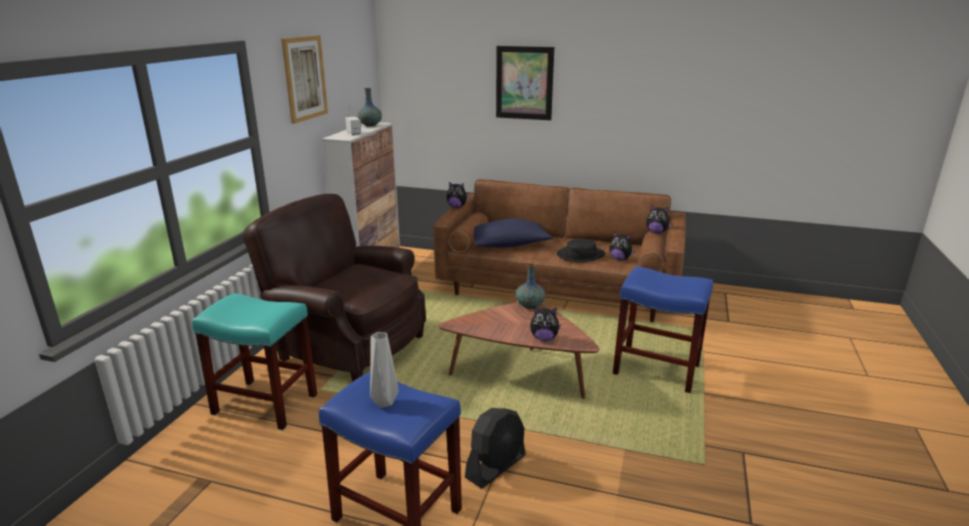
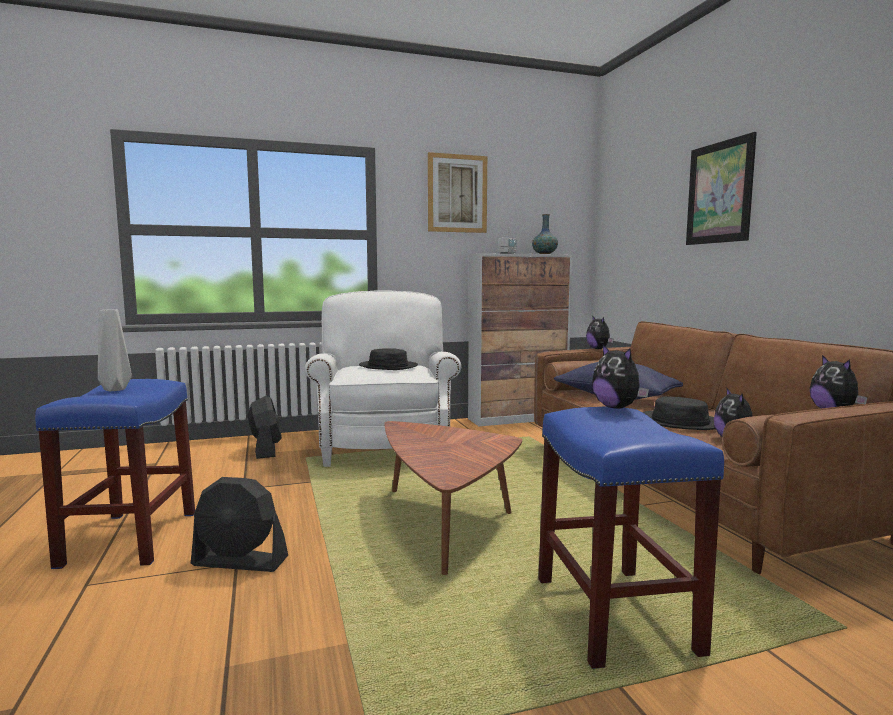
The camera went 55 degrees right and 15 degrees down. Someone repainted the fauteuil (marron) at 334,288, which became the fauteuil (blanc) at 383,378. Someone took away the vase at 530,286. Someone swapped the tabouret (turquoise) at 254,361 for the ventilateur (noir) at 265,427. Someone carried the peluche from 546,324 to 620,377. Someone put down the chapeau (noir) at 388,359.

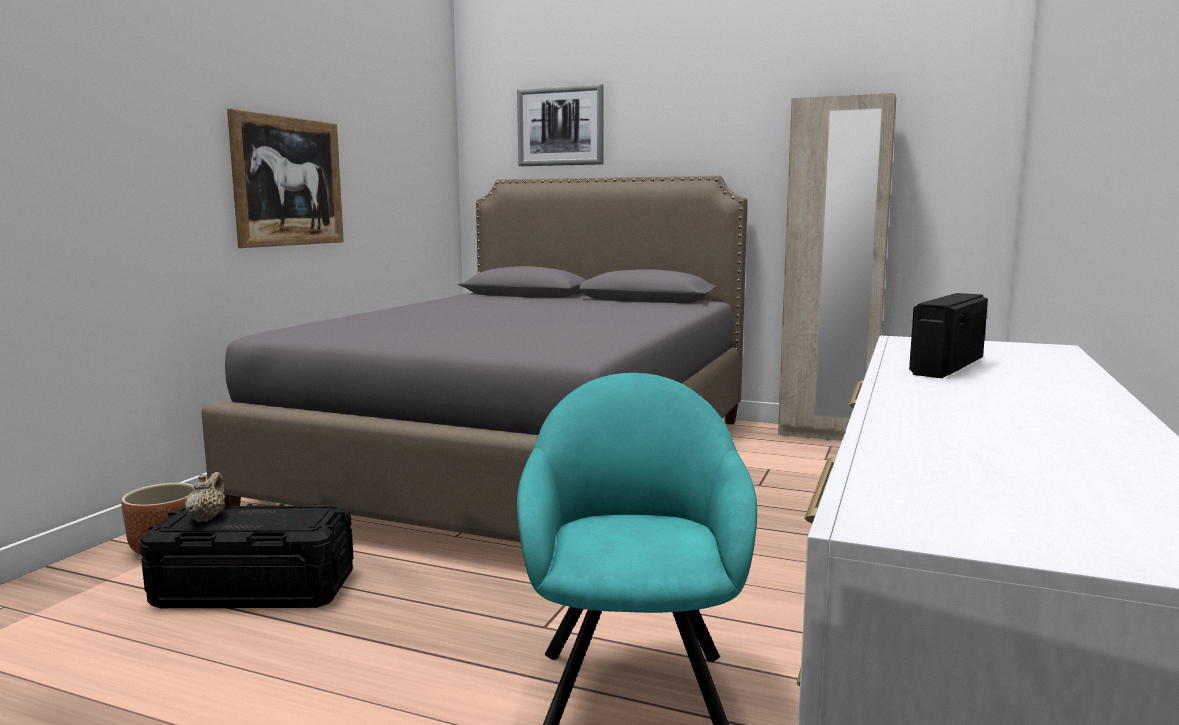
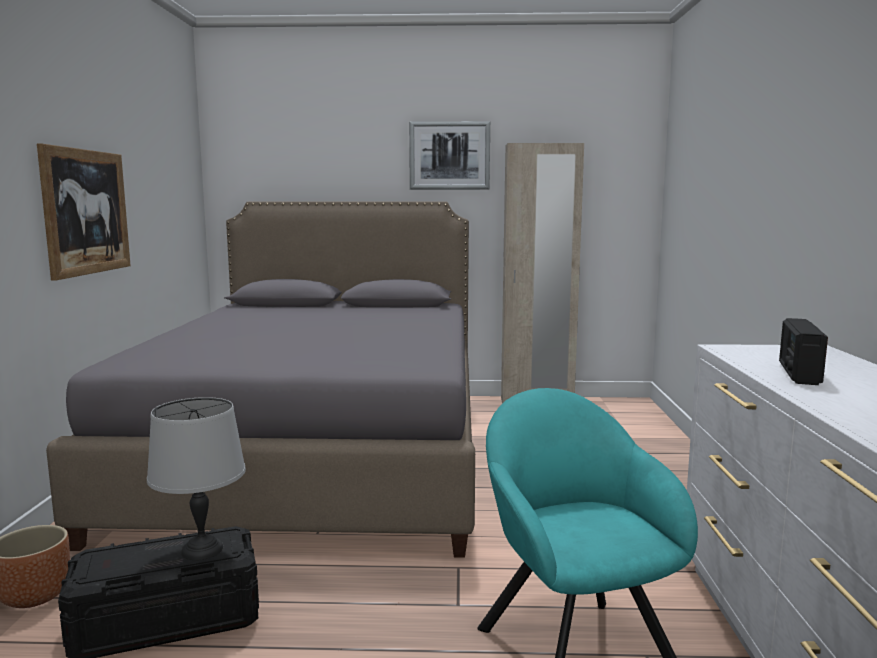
The camera went 20 degrees left and 0 degrees up. Someone carried the tableau from 560,125 to 449,155. Someone took away the théière (beige) at 205,497. Someone put down the lampe de table (gris) at 196,478.

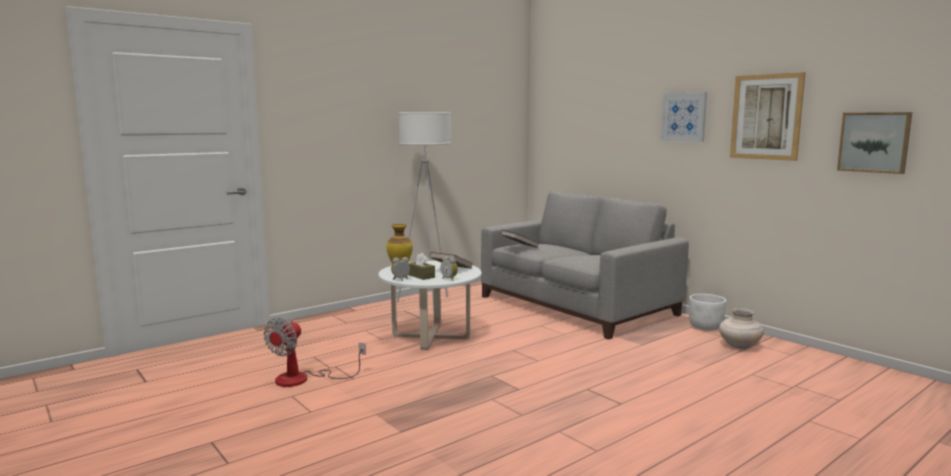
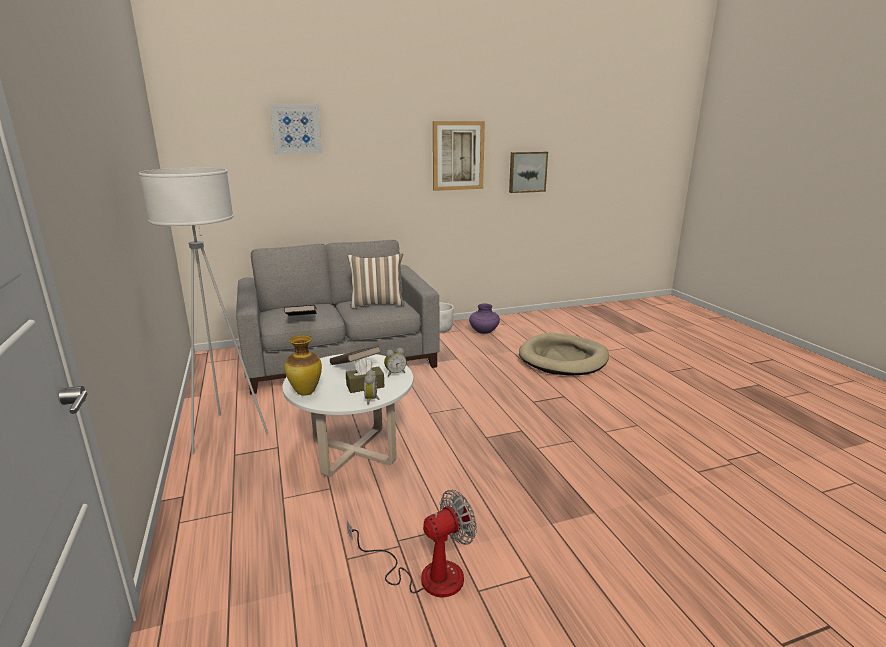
The camera went 70 degrees left and 10 degrees up. Someone carried the tableau from 683,117 to 296,129. Someone repainted the vase (beige) at 741,328, which became the vase (violet) at 484,319. Someone rotated the ventilateur at 314,352 by 75 degrees counterclockwise. Someone put down the coussin at 376,280. Someone put down the panier pour chien (beige) at 564,354.

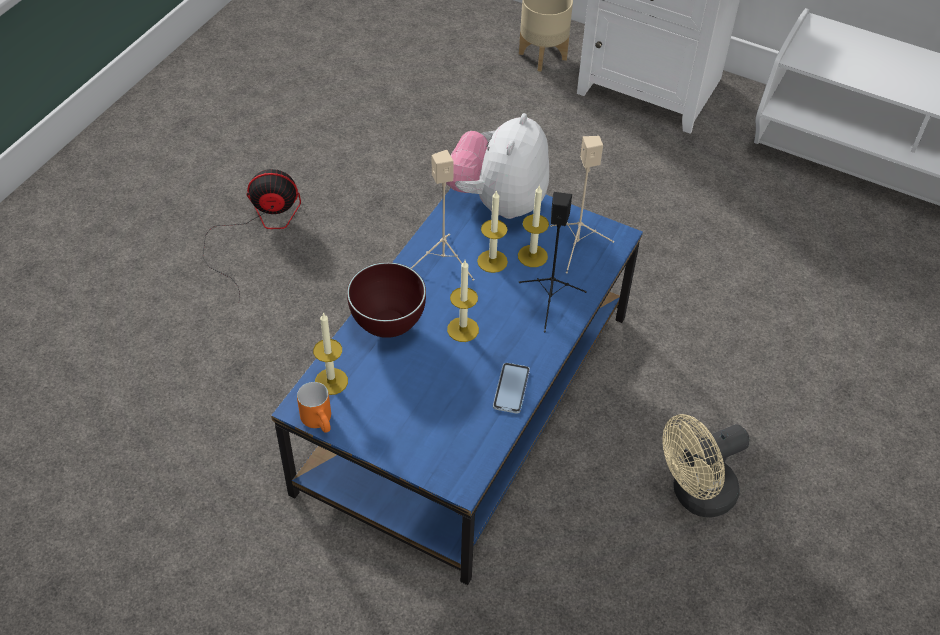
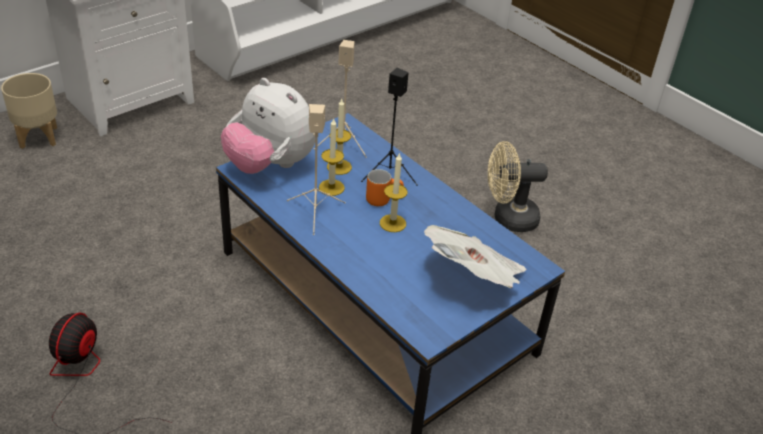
The camera went 70 degrees left and 10 degrees down. Someone took away the bol (marron) at 386,300. Someone took away the bougie at 330,353. Someone took away the téléphone at 511,388. Someone carried the mug (orange) from 314,407 to 385,187. Someone rotated the ventilateur (beige) at 705,465 by 90 degrees clockwise. Someone put down the journal at 475,256.

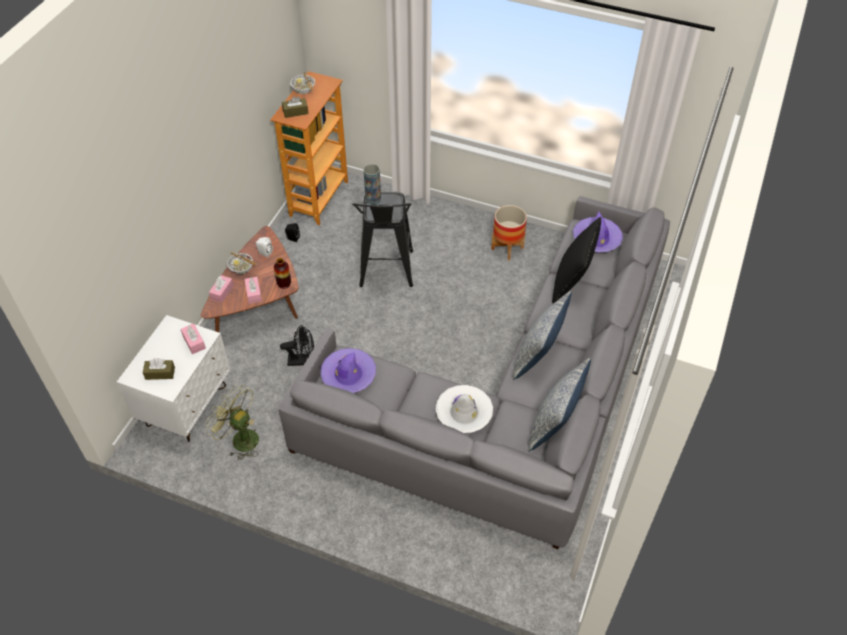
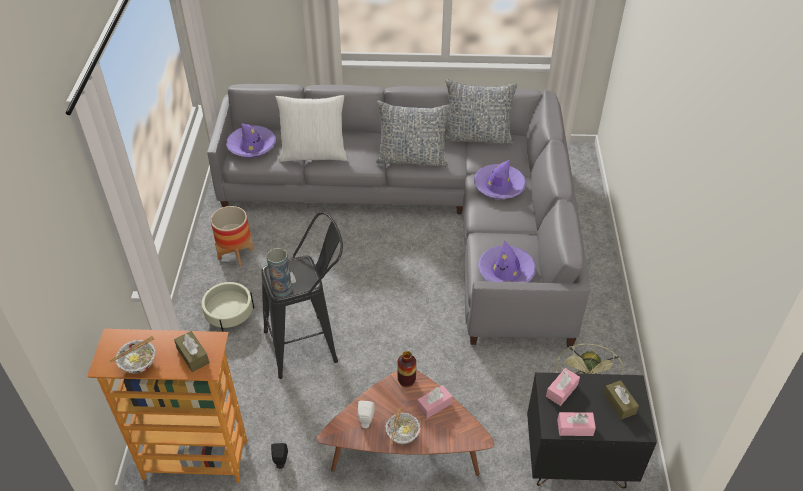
The camera went 110 degrees left and 5 degrees down. Someone repainted the coussin (noir) at 576,260, which became the coussin (blanc) at 312,128. Someone carried the boîte à mouchoirs (rose) from 221,289 to 576,424. Someone repainted the table de chevet (blanc) at 174,378, which became the table de chevet (noir) at 592,430. Someone took away the ventilateur (noir) at 297,345. Someone repainted the chapeau (blanc) at 464,409, which became the chapeau (violet) at 500,179. Someone put down the cache-pot (beige) at 228,307.

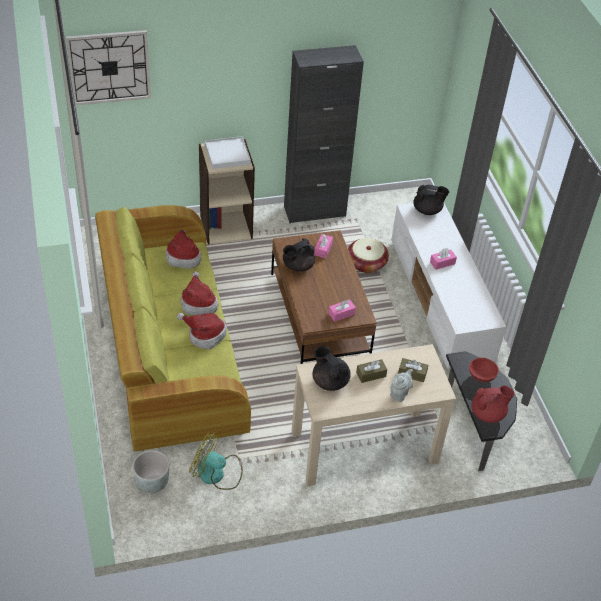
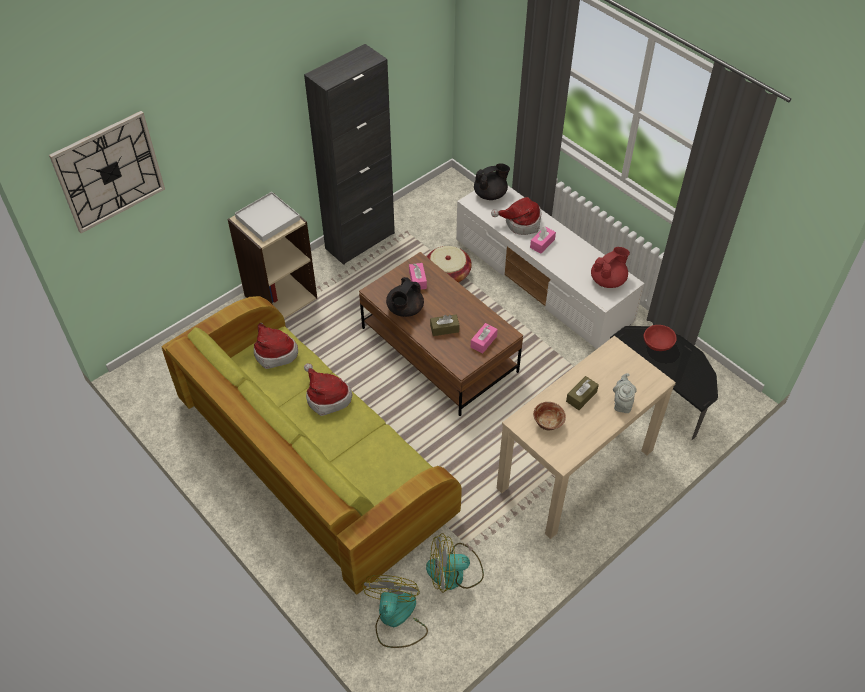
The camera went 25 degrees left and 5 degrees up. Someone carried the chapeau from 202,331 to 516,216. Someone swapped the théière (noir) at 331,368 for the bol at 549,416. Someone carried the boîte à mouchoirs (marron) from 413,370 to 445,325. Someone carried the théière (rouge) from 492,404 to 610,267. Someone swapped the cache-pot (gris) at 151,471 for the ventilateur at 395,611.

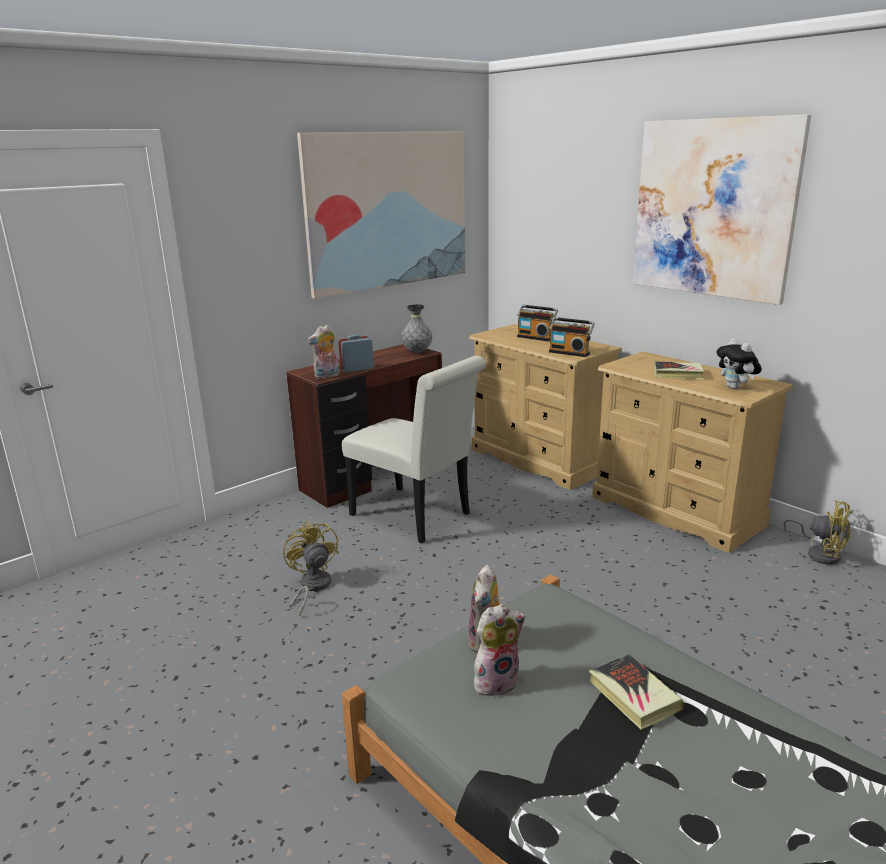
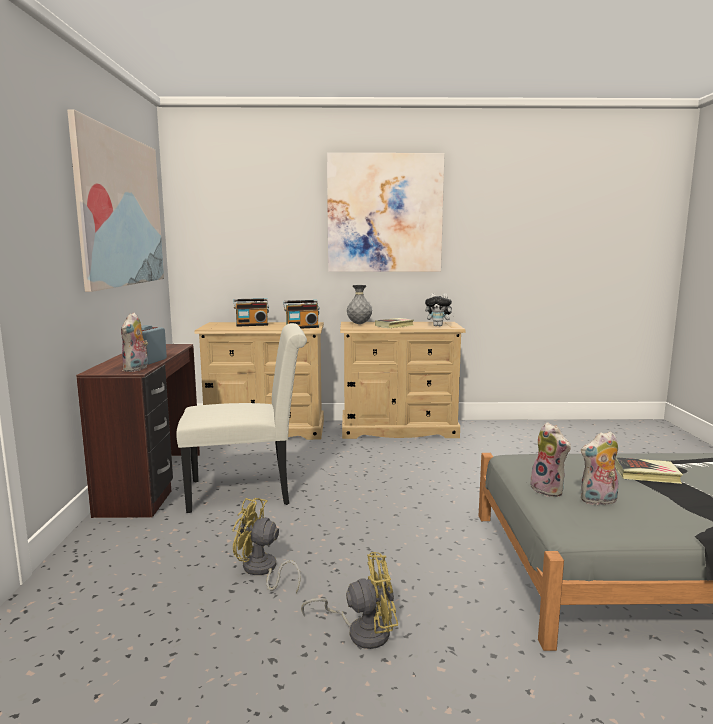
The camera went 50 degrees left and 10 degrees down. Someone carried the vase (gris) from 416,328 to 359,304. Someone carried the ventilateur (jaune) from 818,532 to 349,600. Someone rotated the peluche at 500,650 by 120 degrees counterclockwise.

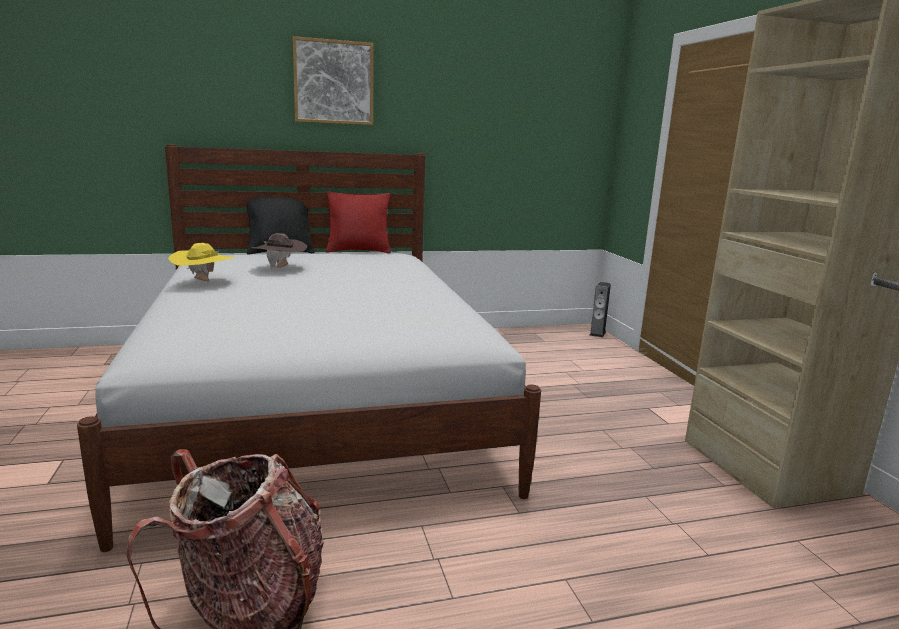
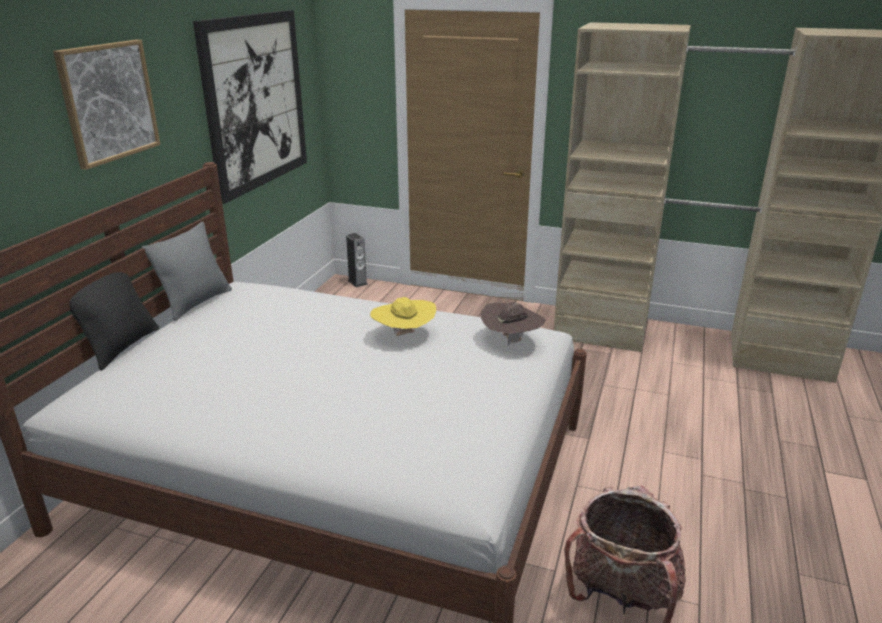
The camera went 55 degrees left and 10 degrees up. Someone repainted the coussin (rouge) at 358,222, which became the coussin (gris) at 187,271. Someone carried the chapeau (marron) from 279,251 to 512,324. Someone carried the chapeau (jaune) from 201,262 to 403,316. Someone put up the tableau at 250,107.

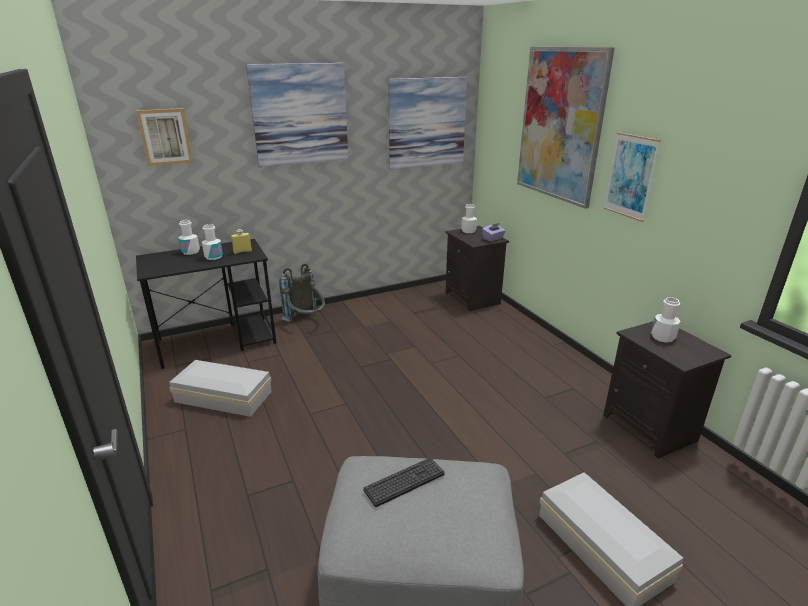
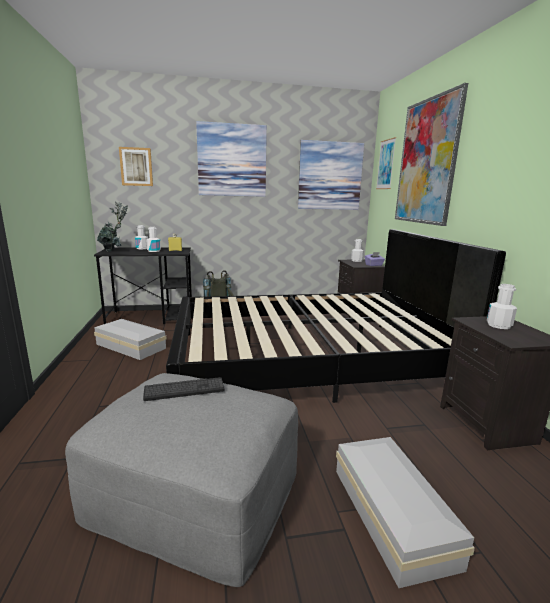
The camera went 15 degrees right and 10 degrees down. Someone carried the tableau from 632,177 to 386,163. Someone put down the plante en pot at 112,226. Someone put down the lit (noir) at 336,316.

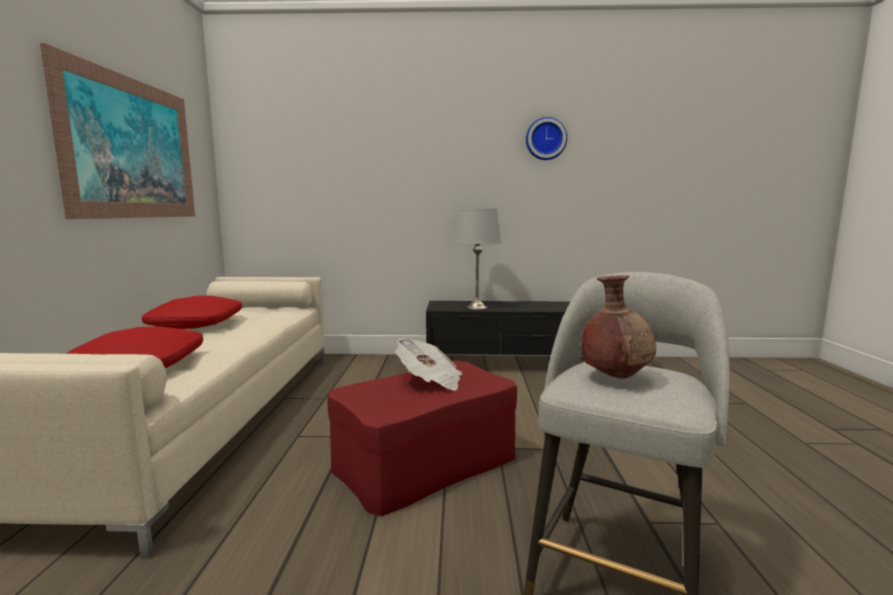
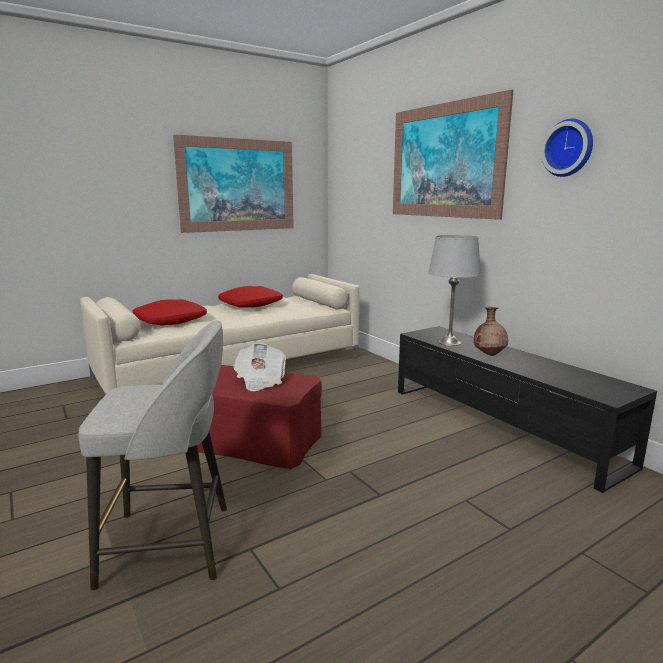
The camera went 55 degrees right and 5 degrees up. Someone carried the vase (marron) from 619,327 to 491,331. Someone put up the tableau at 453,154.

